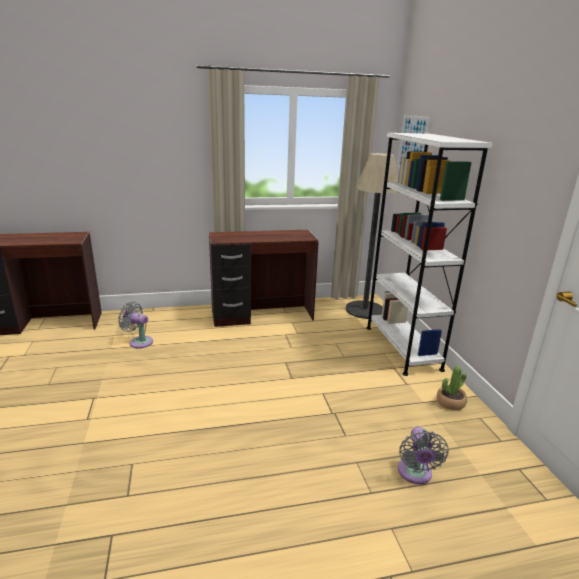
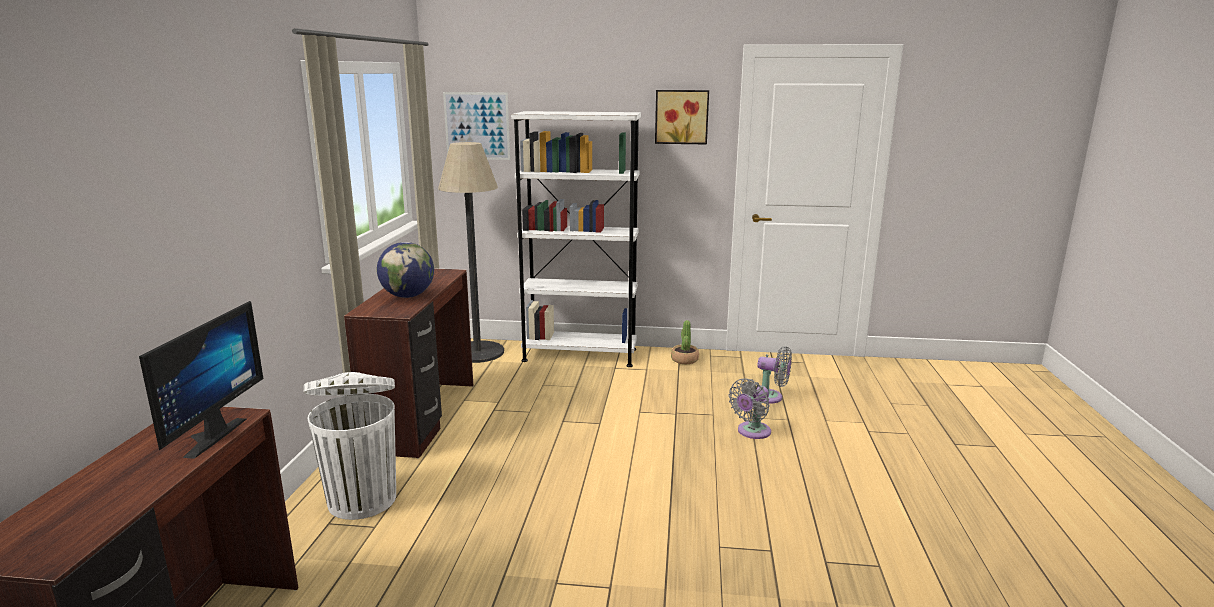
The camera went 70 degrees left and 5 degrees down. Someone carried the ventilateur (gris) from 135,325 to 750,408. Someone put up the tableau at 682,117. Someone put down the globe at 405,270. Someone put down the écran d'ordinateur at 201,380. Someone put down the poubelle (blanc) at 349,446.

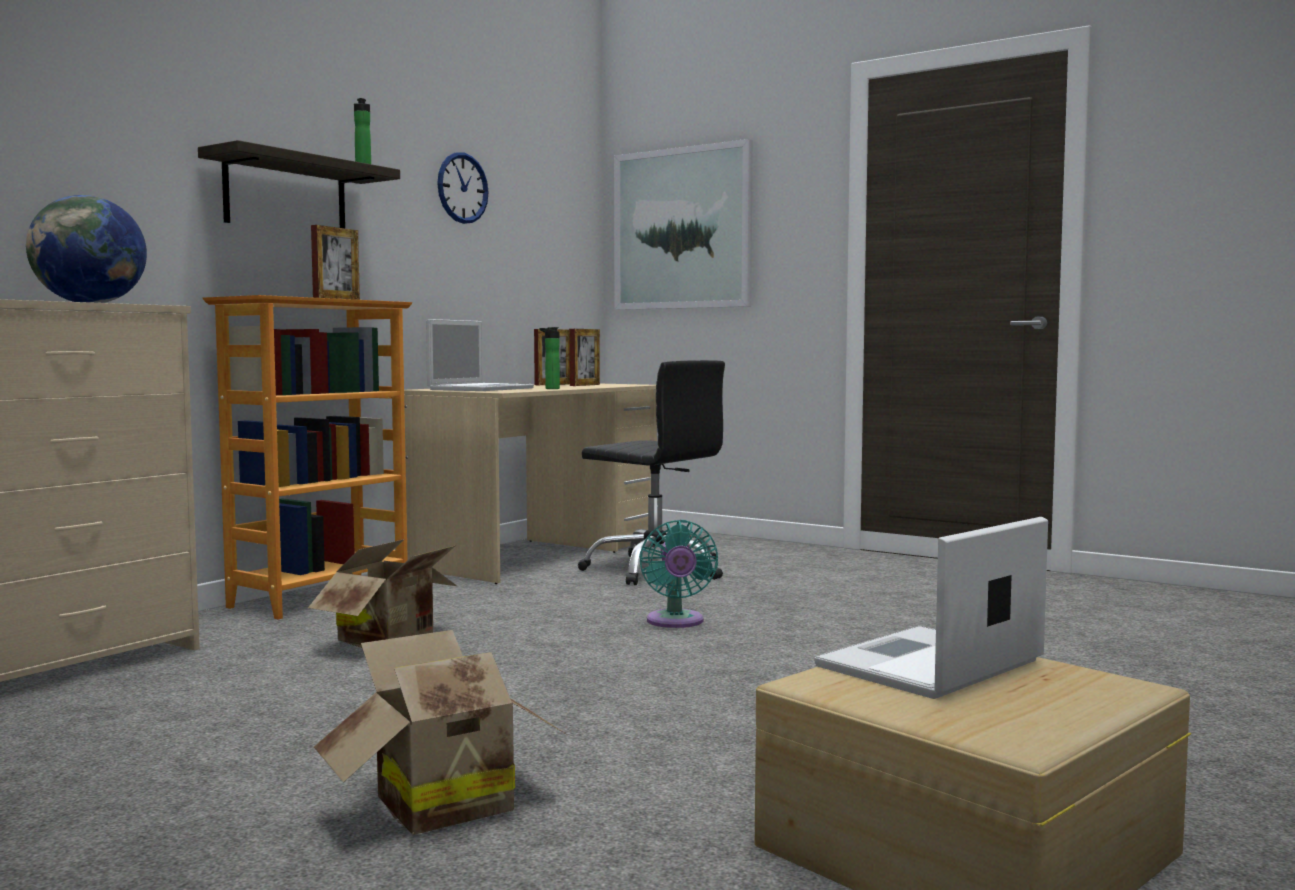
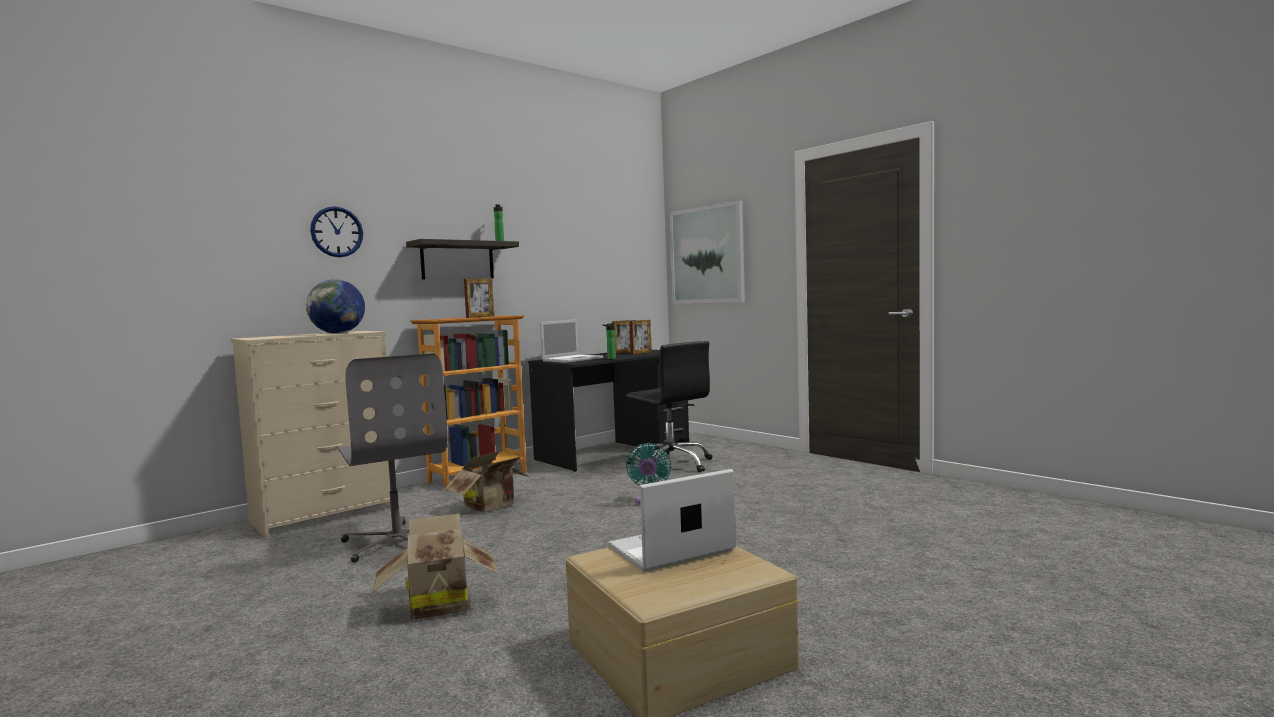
The camera went 15 degrees right and 0 degrees up. Someone carried the horloge murale from 463,188 to 336,231. Someone repainted the bureau (beige) at 530,484, which became the bureau (noir) at 608,411. Someone put down the chaise de bureau (gris) at 393,458.

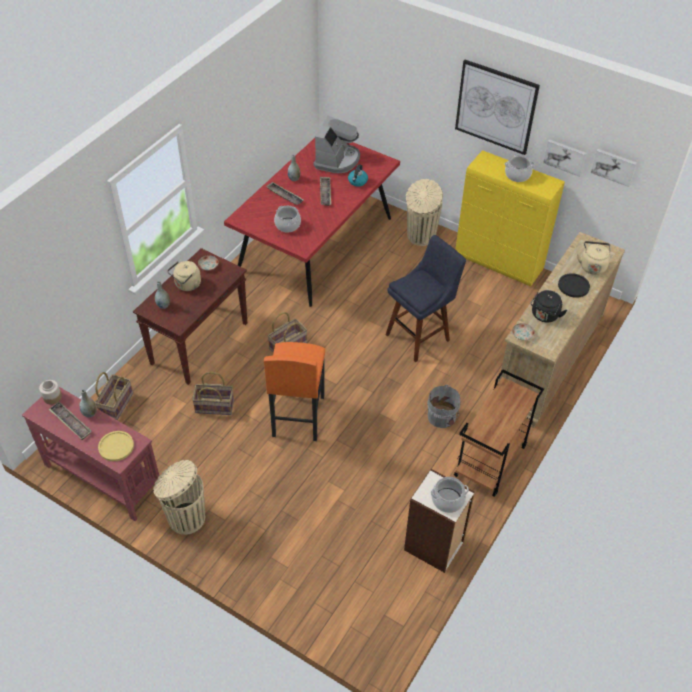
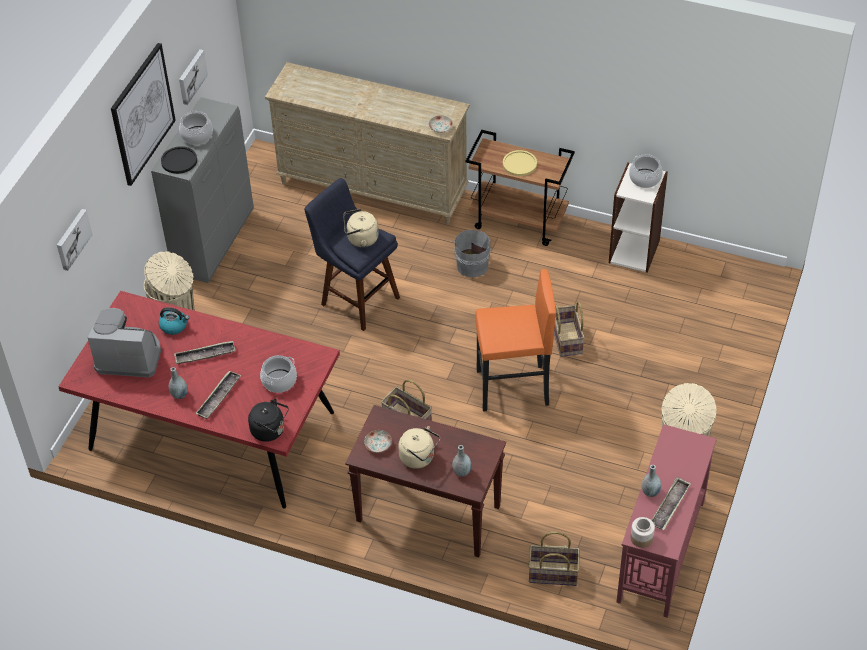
The camera went 100 degrees left and 0 degrees up. Someone carried the tableau from 614,168 to 75,240. Someone repainted the meuble de rangement (jaune) at 510,218, which became the meuble de rangement (gris) at 202,190. Someone carried the bouilloire (beige) from 594,258 to 361,228. Someone carried the assiette (noir) from 574,285 to 179,160. Someone carried the bouilloire (noir) from 549,306 to 268,420. Someone carried the panier from 213,393 to 569,329. Someone carried the assiette (jaune) from 116,446 to 520,163.

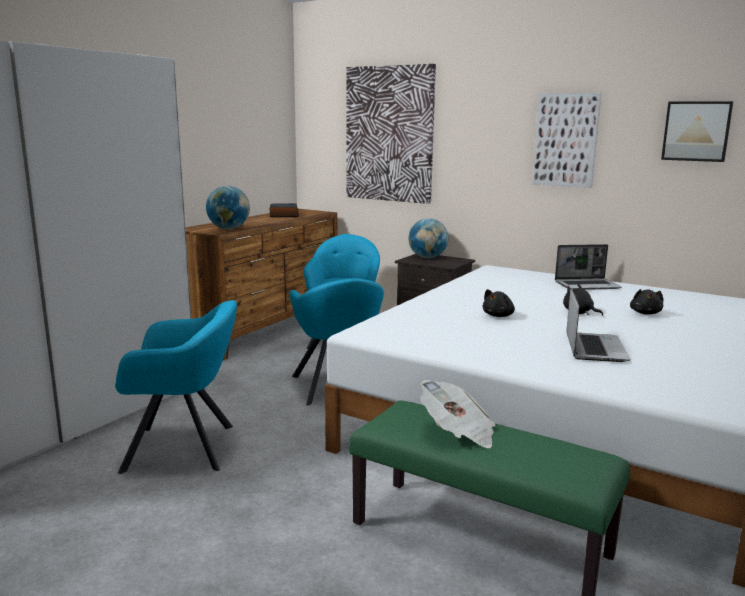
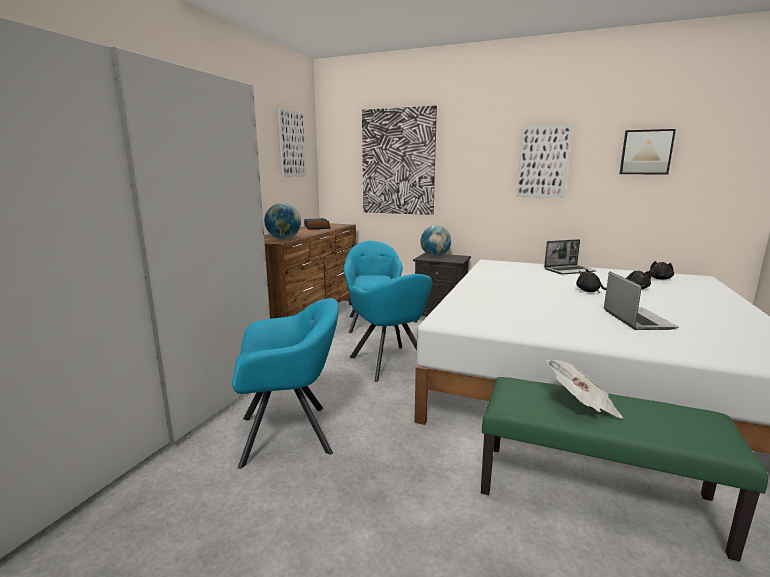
The camera went 10 degrees left and 0 degrees up. Someone carried the peluche (noir) from 499,303 to 661,270. Someone put up the tableau at 291,142.

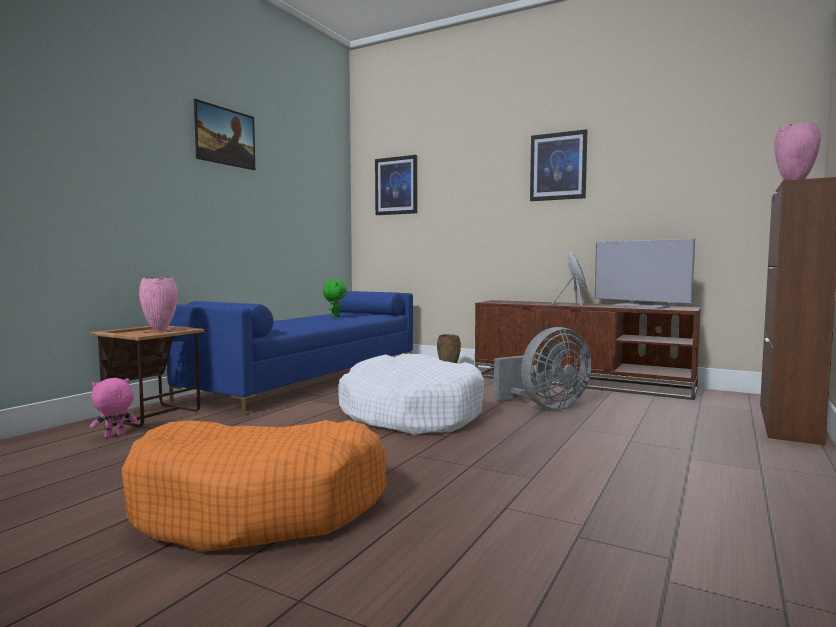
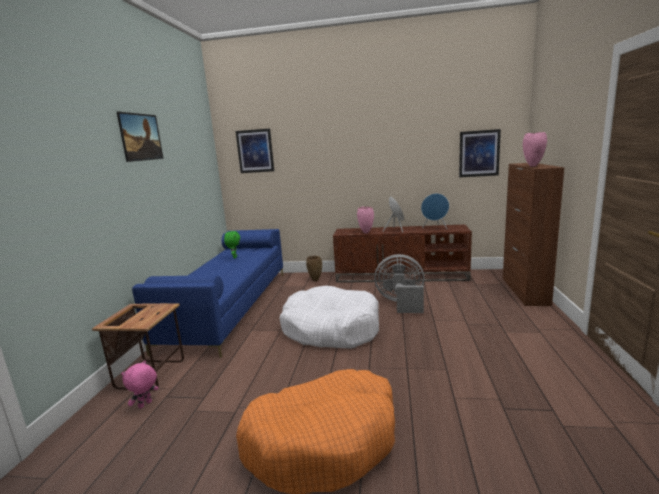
The camera went 20 degrees left and 10 degrees up. Someone carried the tableau from 558,165 to 480,153. Someone swapped the téléviseur at 644,273 for the enceinte (bleu) at 435,211. Someone carried the vase (rose) from 158,304 to 365,219. Someone rotated the ventilateur (gris) at 542,368 by 120 degrees counterclockwise.

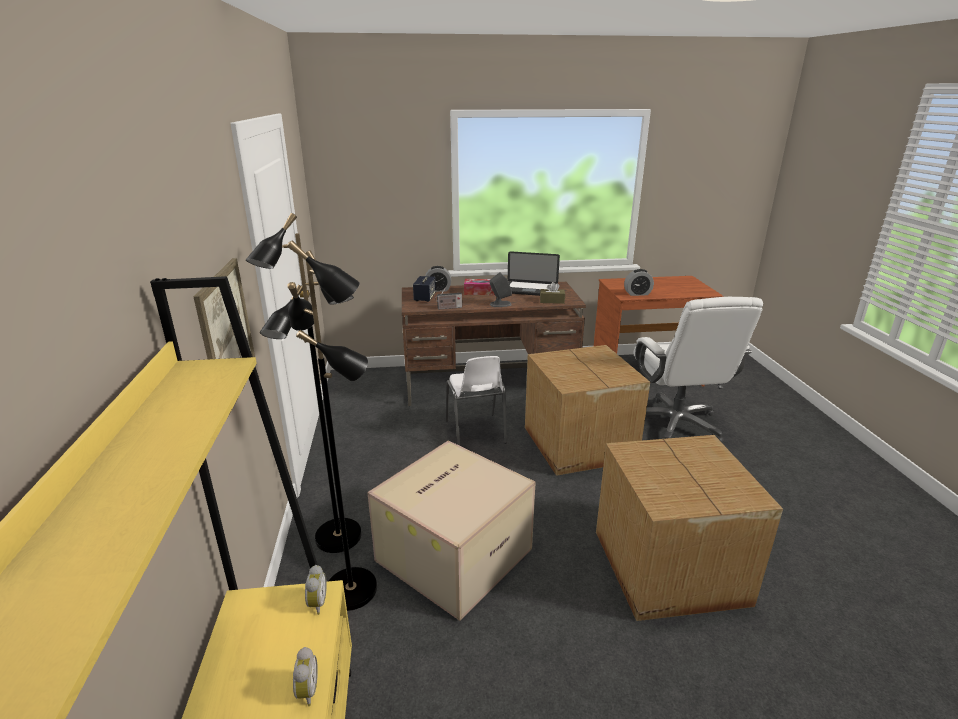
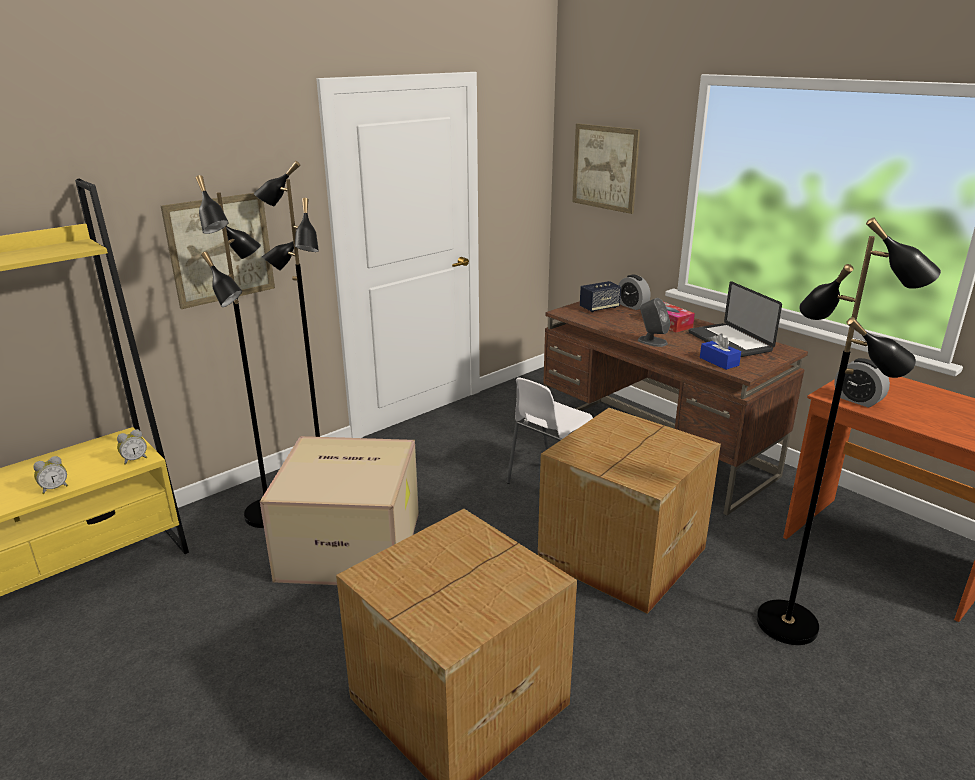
The camera went 55 degrees right and 0 degrees up. Someone repainted the boîte à mouchoirs (marron) at 552,293, which became the boîte à mouchoirs (bleu) at 720,351. Someone took away the radio at 448,298. Someone swapped the chaise de bureau (blanc) at 698,369 for the lampadaire (noir) at 849,431. Someone put up the tableau at 606,168.

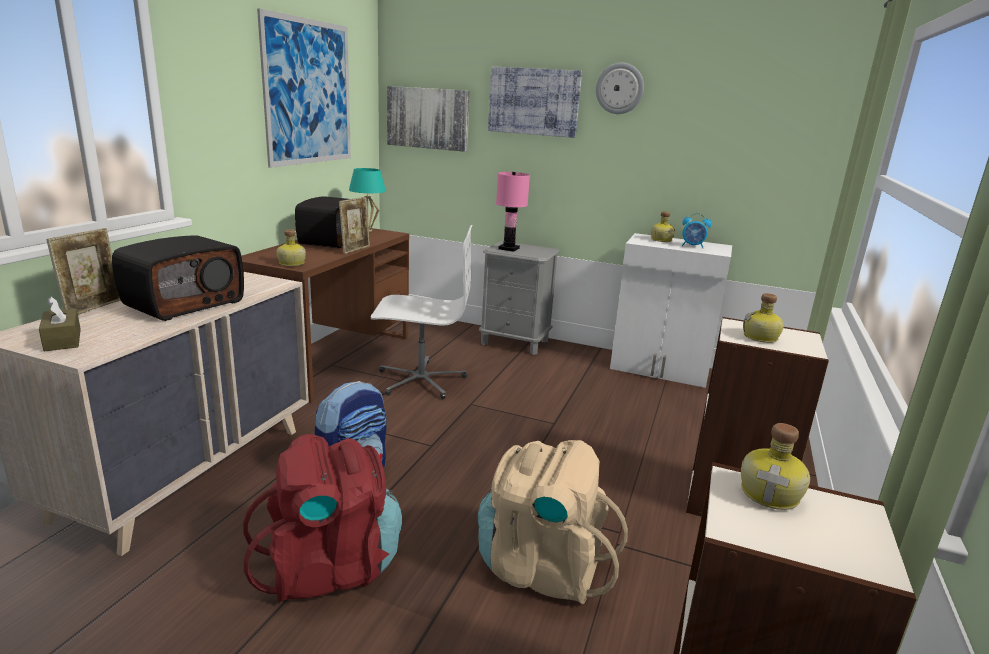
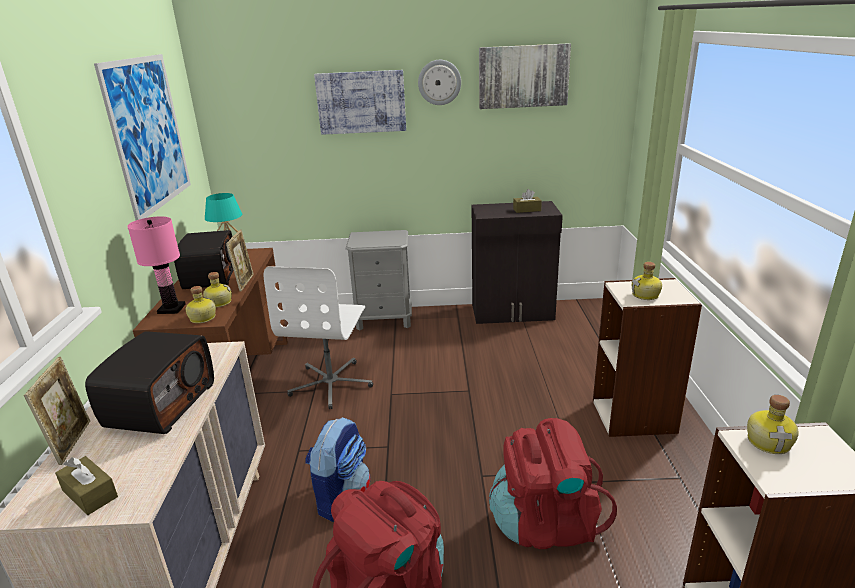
The camera went 20 degrees left and 5 degrees up. Someone carried the tableau from 428,119 to 525,76. Someone carried the lampe de table (rose) from 513,212 to 156,265. Someone carried the bouteille from 663,226 to 217,289. Someone swapped the réveil at 696,230 for the boîte à mouchoirs (marron) at 527,201. Someone rotated the chaise de bureau (blanc) at 421,312 by 120 degrees clockwise. Someone repainted the meuble de rangement (blanc) at 671,310, which became the meuble de rangement (noir) at 517,262. Someone repainted the sac à dos (beige) at 553,522, which became the sac à dos (rouge) at 553,483.

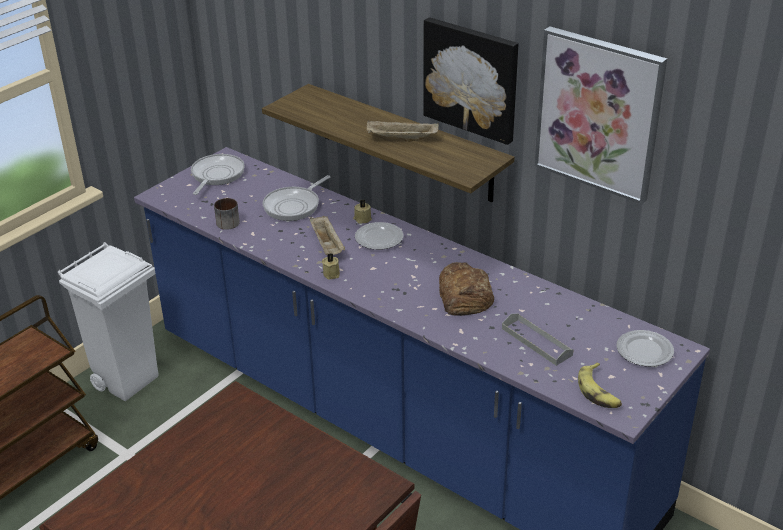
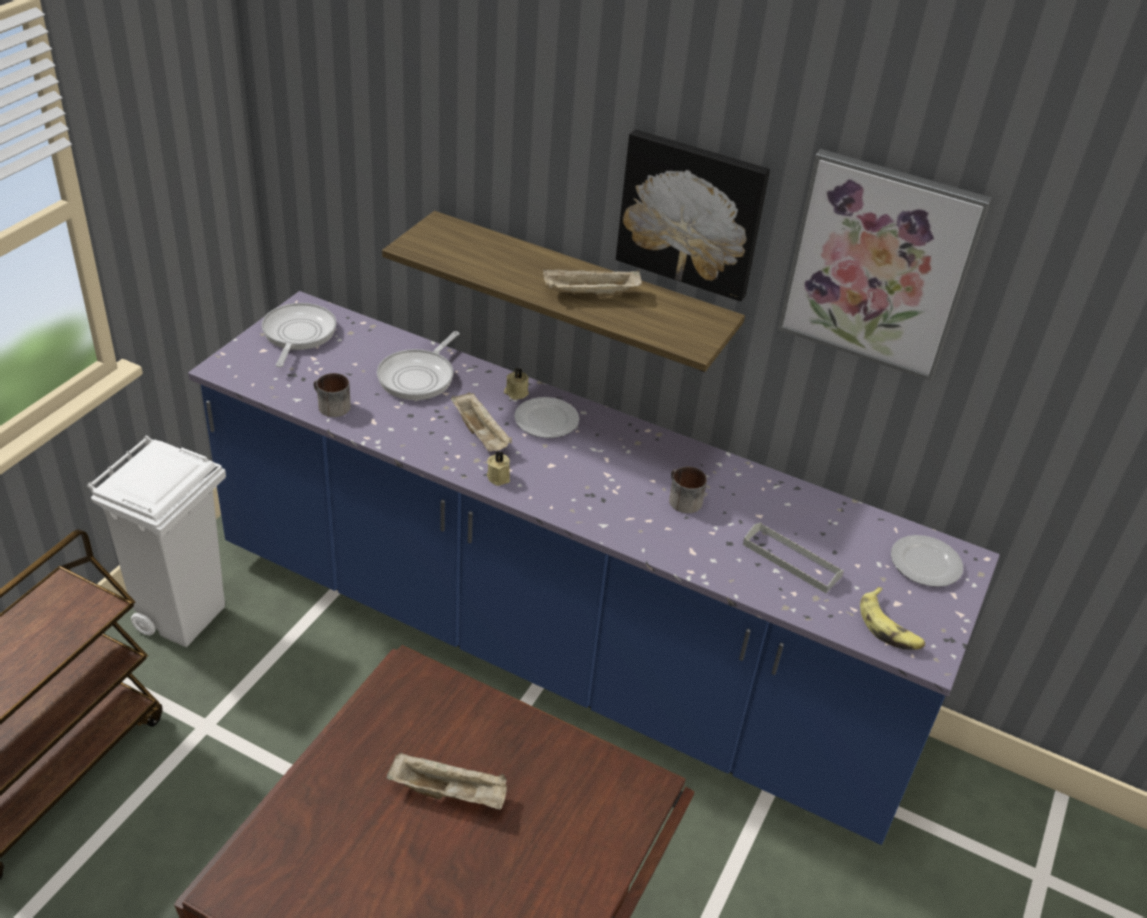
The camera went 15 degrees left and 5 degrees up. Someone swapped the pain at 466,289 for the mug at 688,489. Someone put down the plateau (beige) at 447,781.

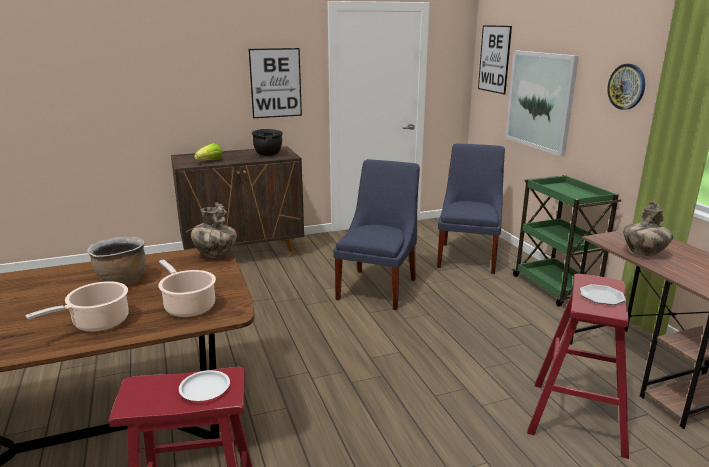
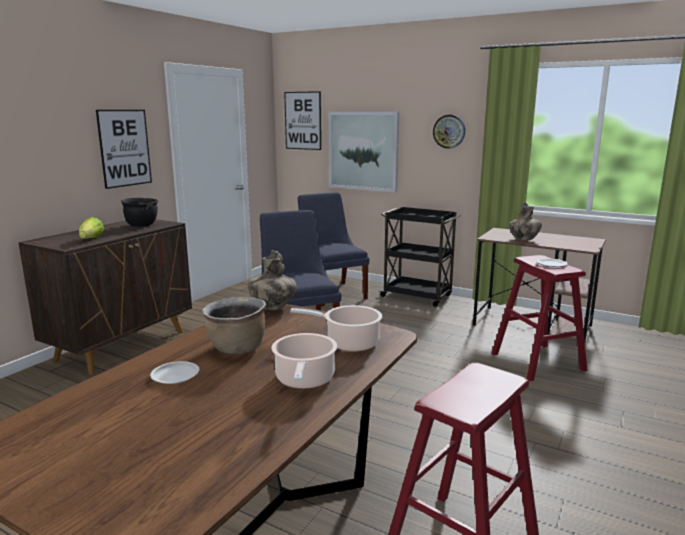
The camera went 40 degrees left and 5 degrees down. Someone repainted the chariot (vert) at 567,240, which became the chariot (noir) at 420,257. Someone carried the assiette (blanc) from 204,385 to 174,372.

